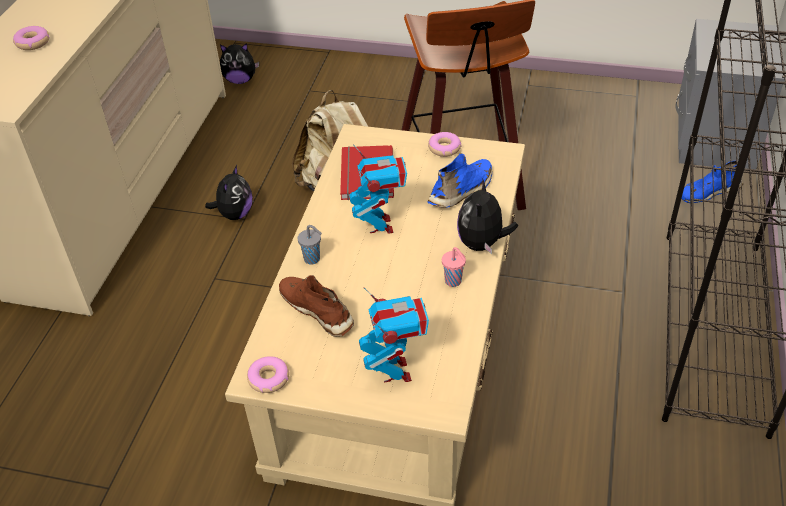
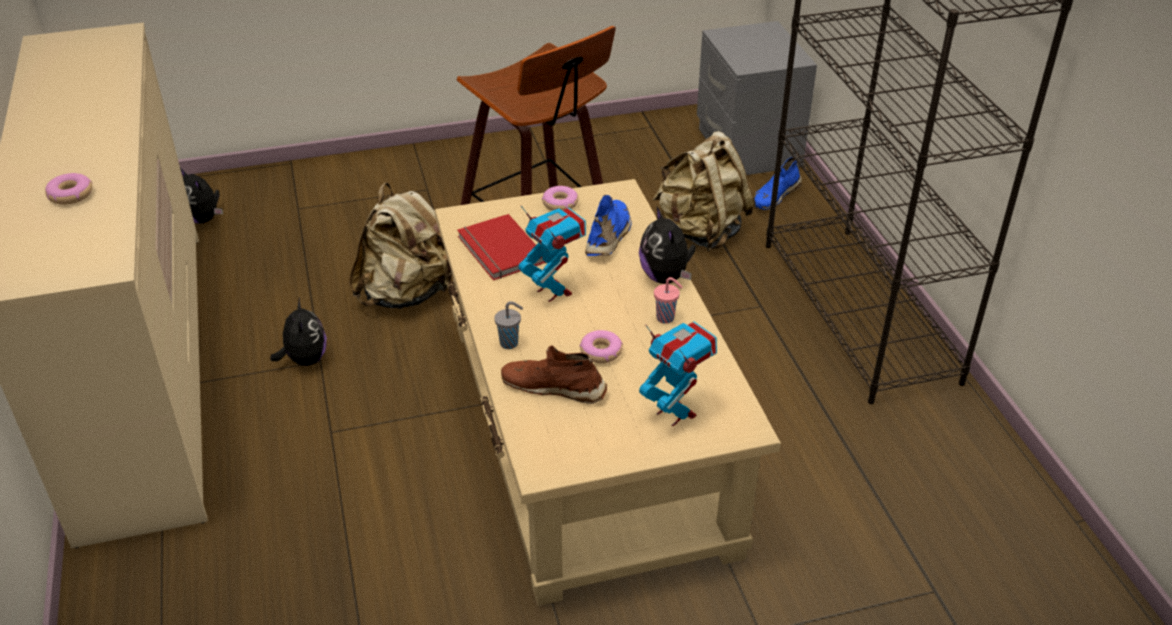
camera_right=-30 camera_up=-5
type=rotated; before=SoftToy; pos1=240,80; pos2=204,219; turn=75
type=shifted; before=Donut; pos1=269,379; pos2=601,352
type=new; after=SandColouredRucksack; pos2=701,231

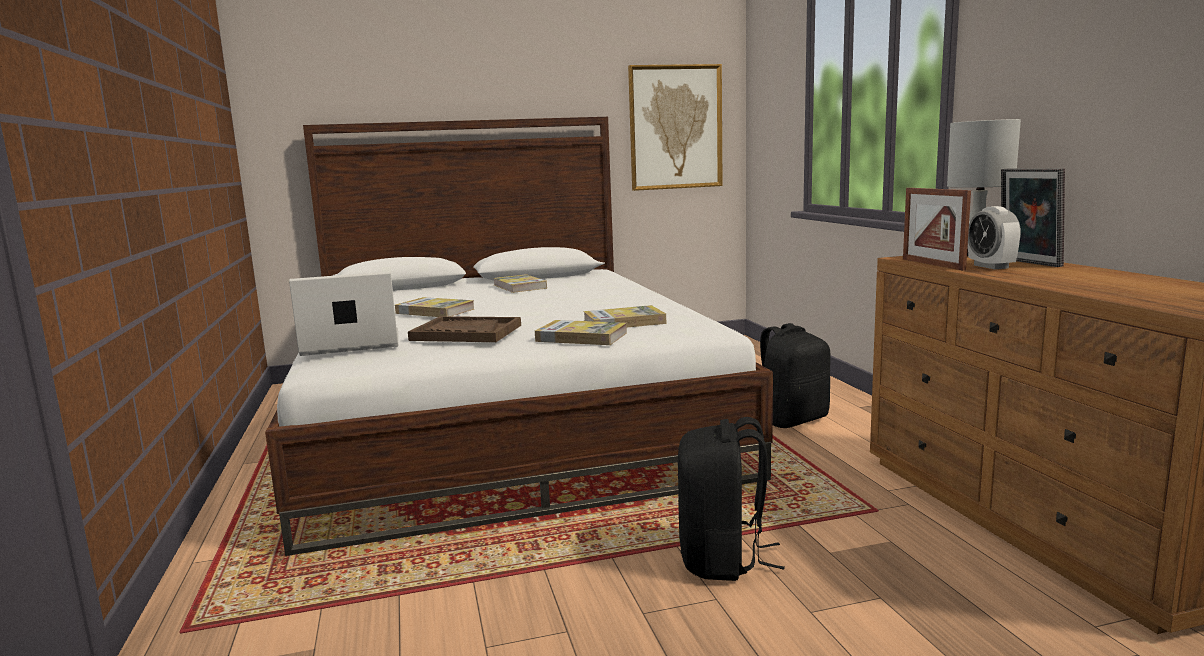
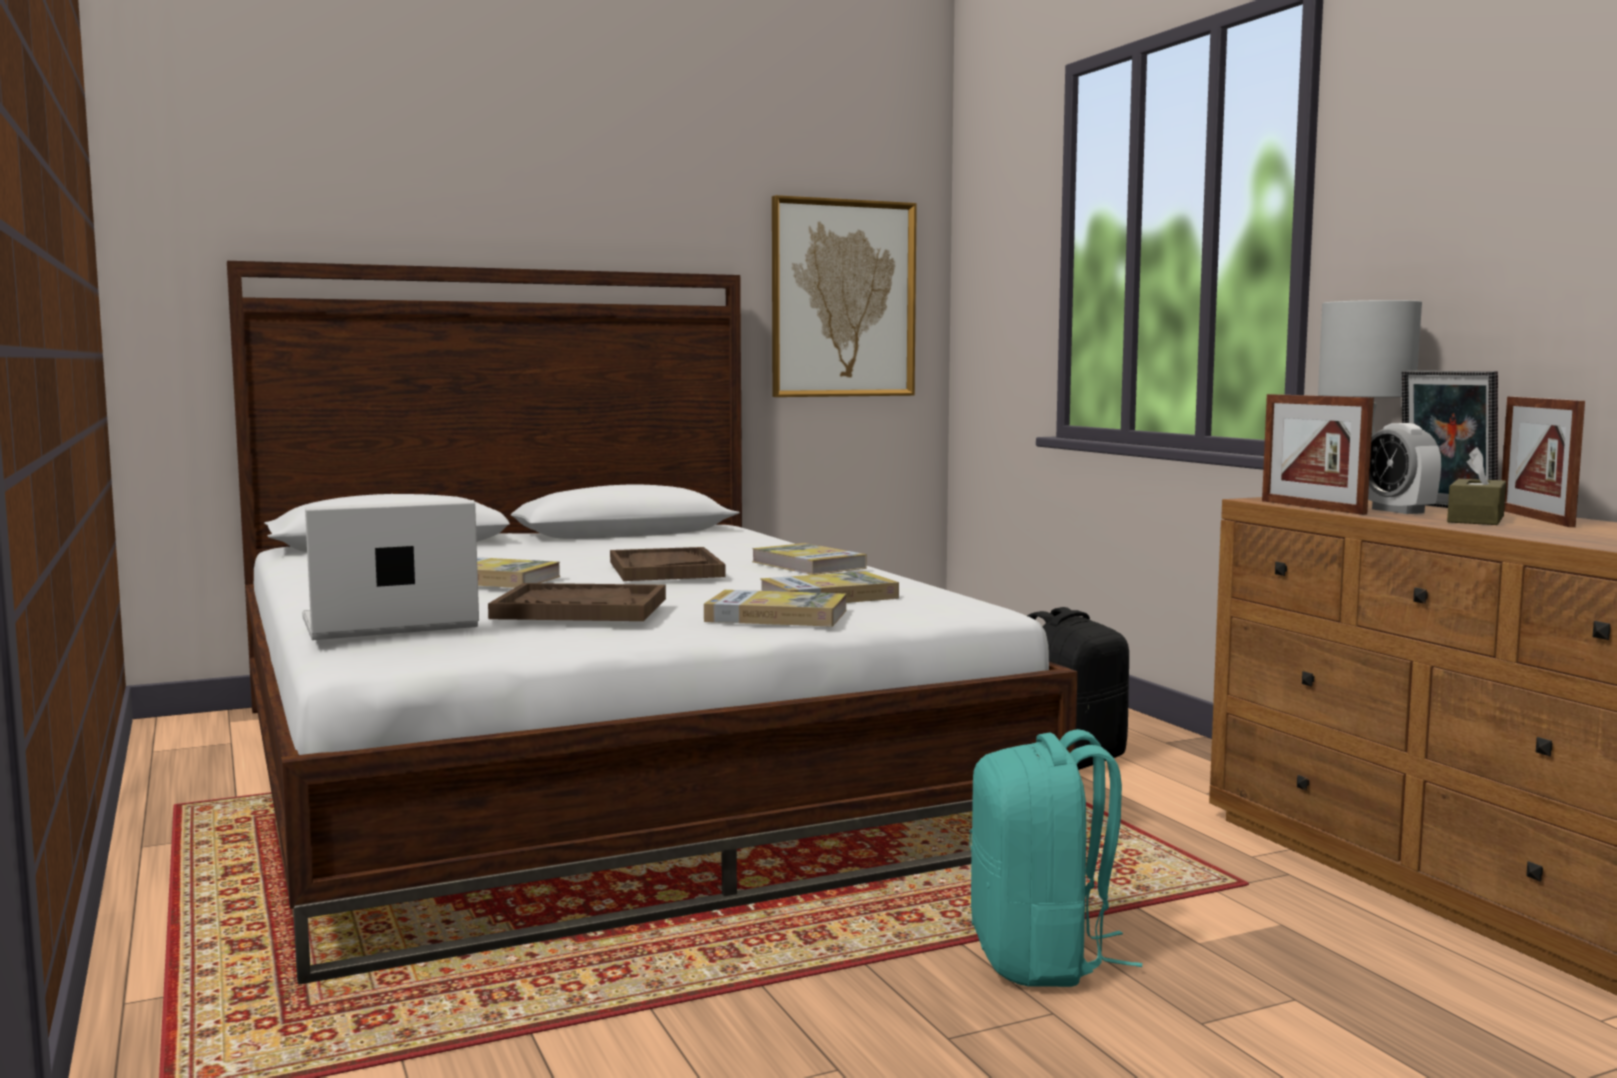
camera_right=-10 camera_up=-5
type=shifted; before=BoundBook; pos1=519,286; pos2=808,565
type=repainted; before=BlackColouredRucksack; after=TurquoiseColouredRucksack; pos1=723,559; pos2=1041,959
type=new; after=PictureFrame; pos2=1535,518
type=new; after=BrownTissueBox; pos2=1475,519
type=new; after=BrownTray; pos2=665,569

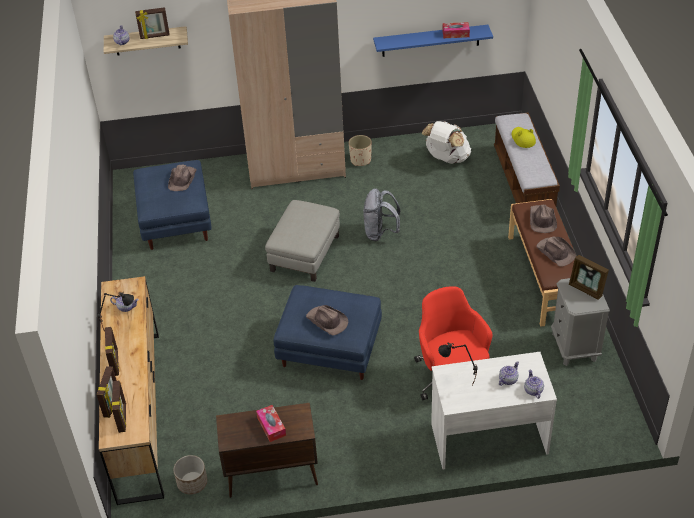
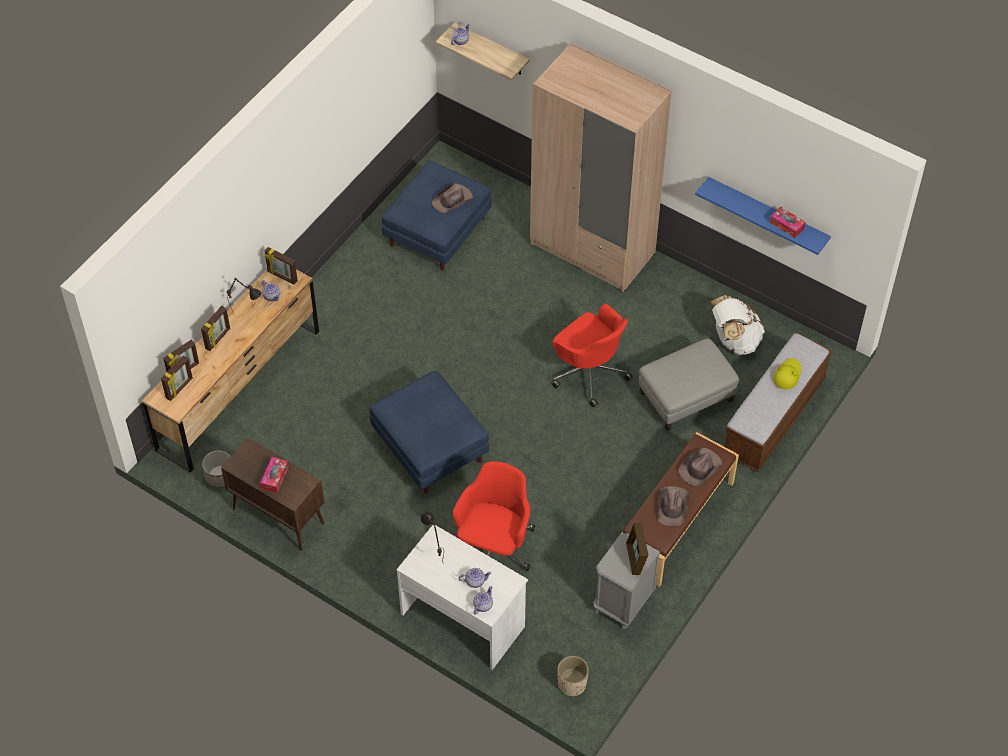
camera_right=40 camera_up=10
type=shifted; before=PictureFrame; pos1=155,36; pos2=282,277
type=shifted; before=SandColouredPlantPot; pos1=360,160; pos2=571,684
type=swapped; before=GreyishRucksack; after=RedComputerChair; pos1=380,233; pos2=589,372
type=shifted; before=GreyishOttoman; pos1=304,253; pos2=686,396
type=gone; before=BrownWearableHat; pos1=327,321

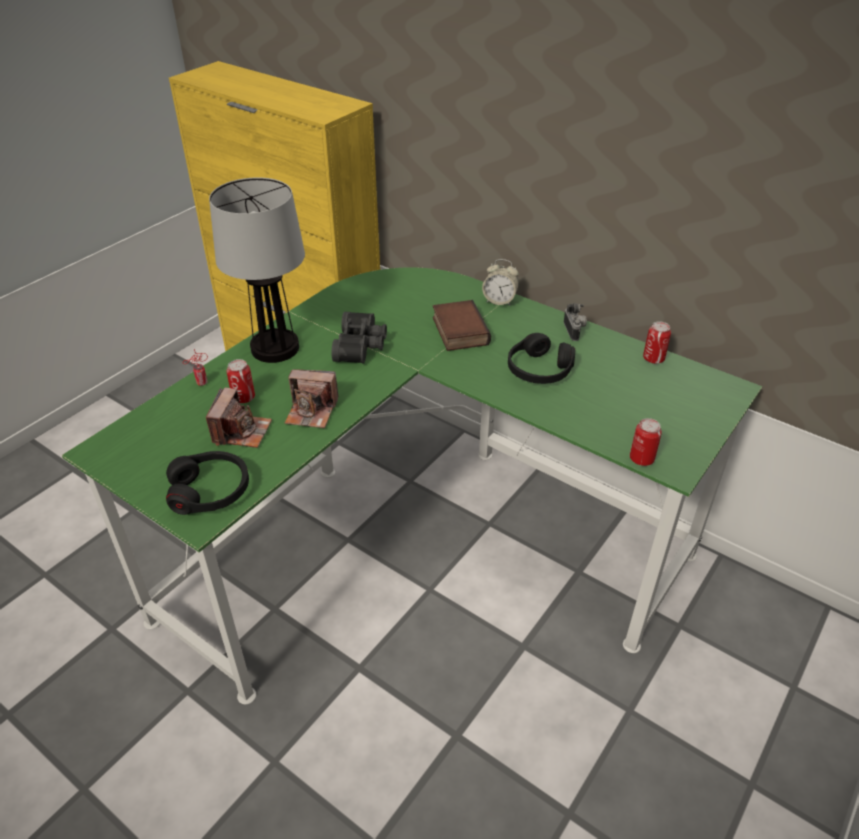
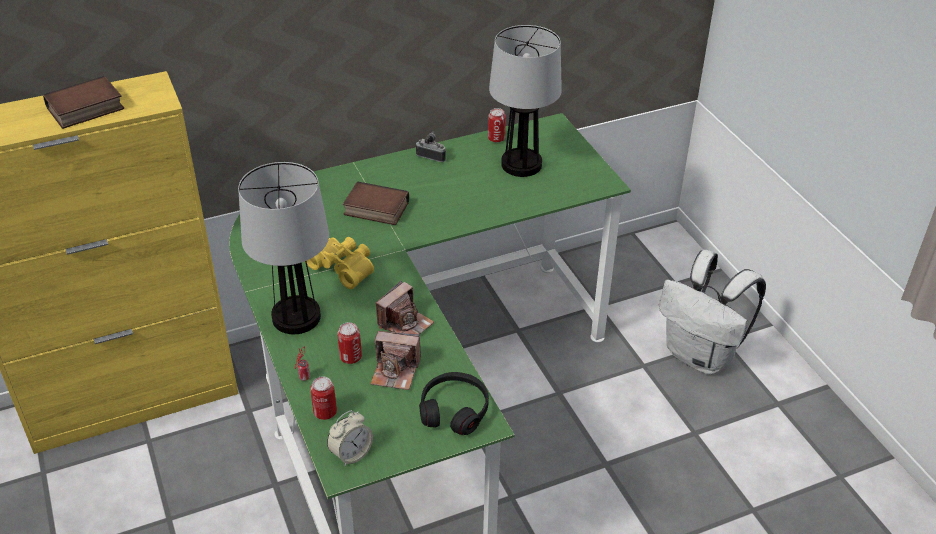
camera_right=-60 camera_up=0
type=shifted; before=BedsideClock; pos1=499,301; pos2=351,454
type=repainted; before=BlackColouredFieldGlasses; after=YellowishFieldGlasses; pos1=362,346; pos2=344,267
type=gone; before=BlackColouredHeadset; pos1=539,369
type=rotated; before=StillCamera; pos1=241,432; pos2=395,371; turn=150
type=shifted; before=SealedCan; pos1=641,459; pos2=325,412
type=new; after=TabletopLamp; pos2=521,165
type=new; after=BoundBook; pos2=85,110
type=new; after=WhiteRucksack; pos2=701,356

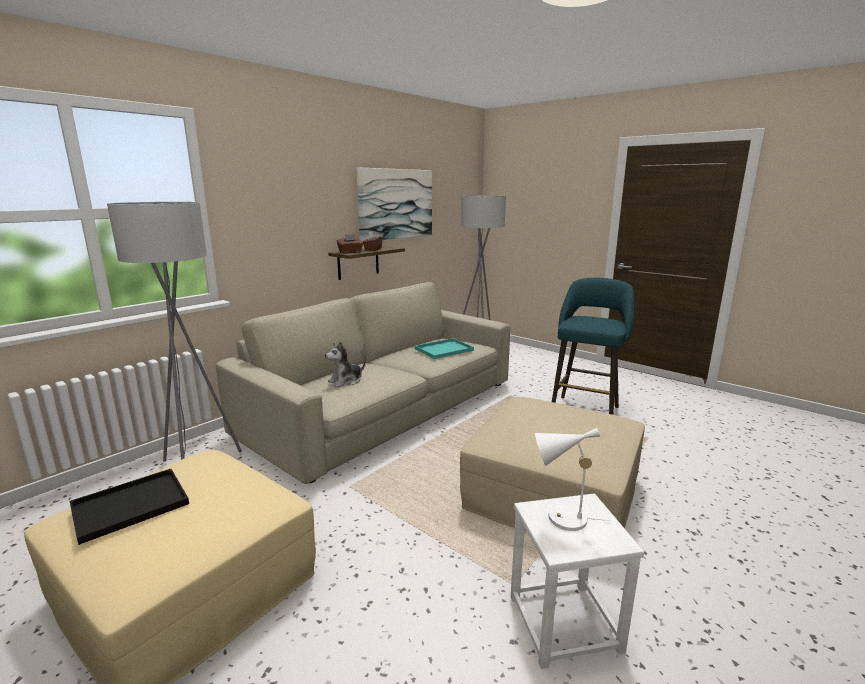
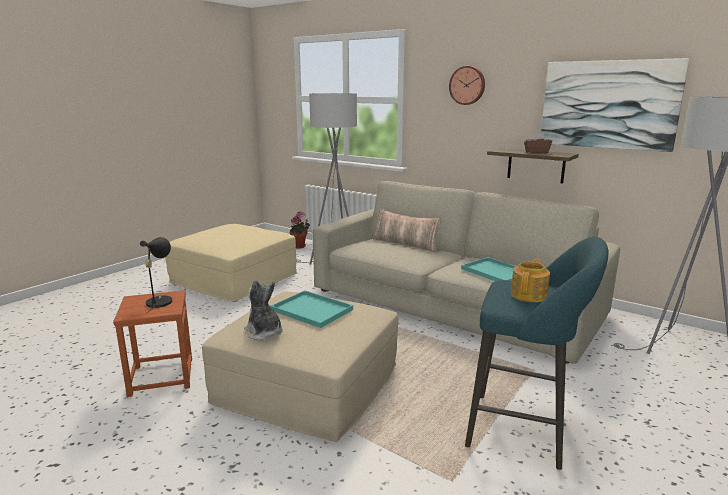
camera_right=85 camera_up=0
type=gone; before=BrownTissueBox; pos1=350,252
type=shifted; before=SoftToy; pos1=346,381; pos2=264,332
type=repainted; before=WhiteTabletopLamp; after=BlackColouredTabletopLamp; pos1=561,518; pos2=160,301
type=gone; before=BlackColouredTray; pos1=132,504
type=repainted; before=WhiteStool; after=BrownStool; pos1=564,624; pos2=161,377
type=new; after=ClockOnTheWall; pos2=467,85
type=new; after=Cushion; pos2=405,244
type=new; after=PlantInAPot; pos2=300,246
type=new; after=Teapot; pos2=529,295
type=new; after=TurquoiseColouredTray; pos2=313,310

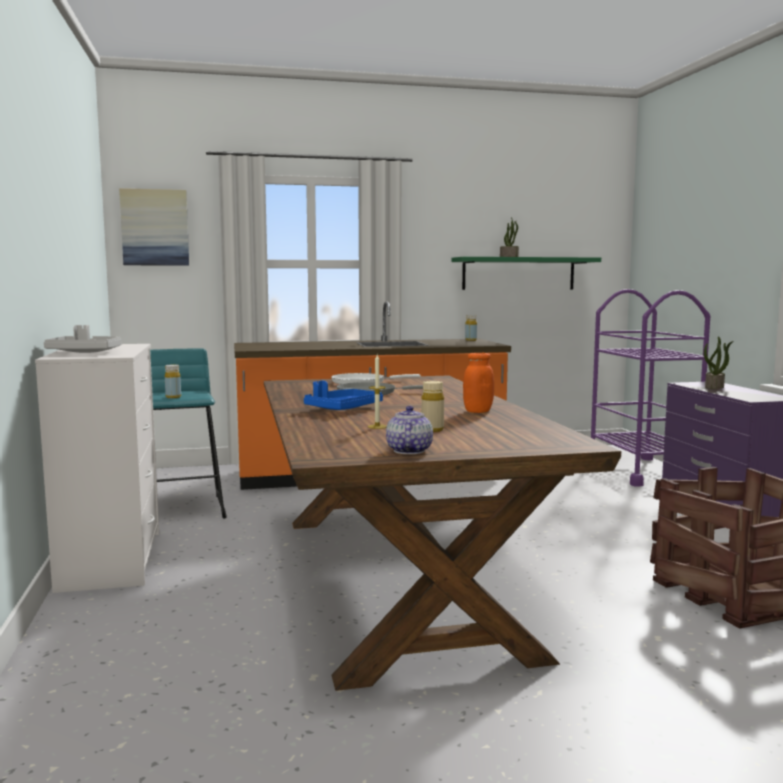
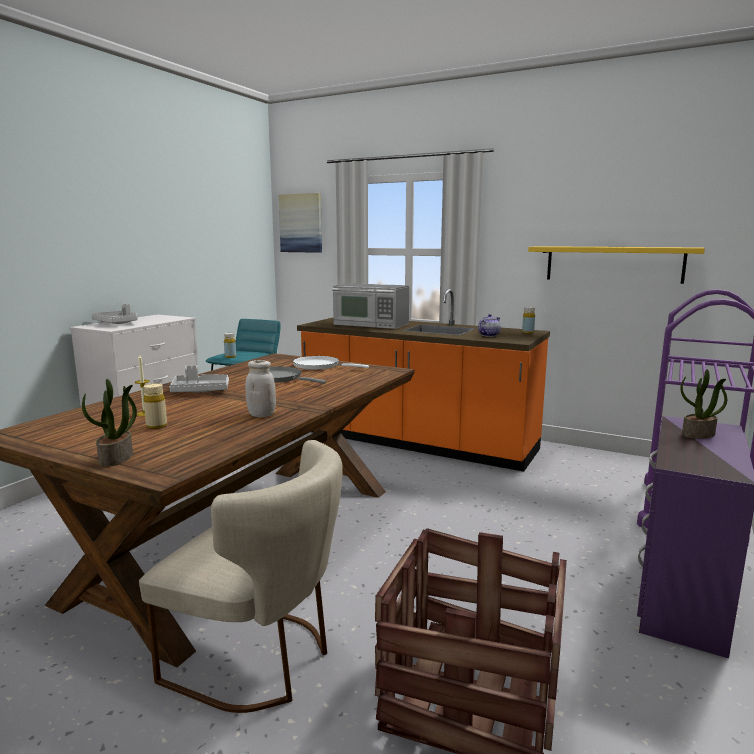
camera_right=40 camera_up=5
type=shifted; before=PlantInAPot; pos1=509,257; pos2=116,458
type=repainted; before=GreenishShelf; after=YellowishShelf; pos1=518,273; pos2=613,264
type=repainted; before=OrangeJar; after=WhiteJar; pos1=478,411; pos2=261,415
type=repainted; before=BlueColouredTray; after=GreyishTray; pos1=343,409; pos2=200,391
type=shifted; before=Teapot; pos1=408,451; pos2=488,335
type=new; after=KitchenMicrowave; pos2=371,324
type=new; after=SandColouredUprightChair; pos2=260,659

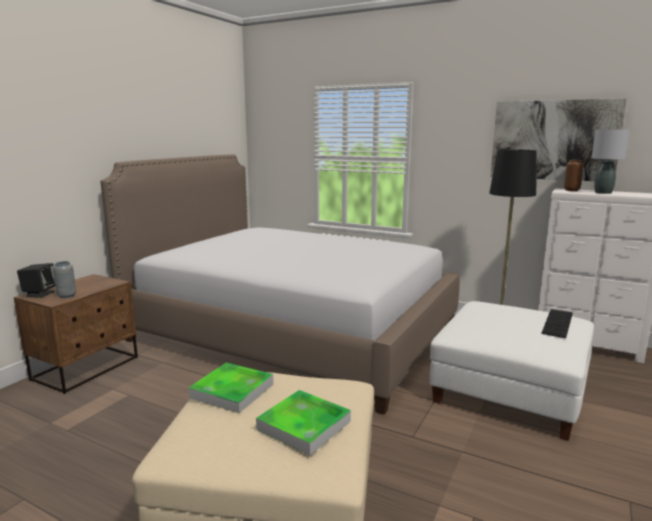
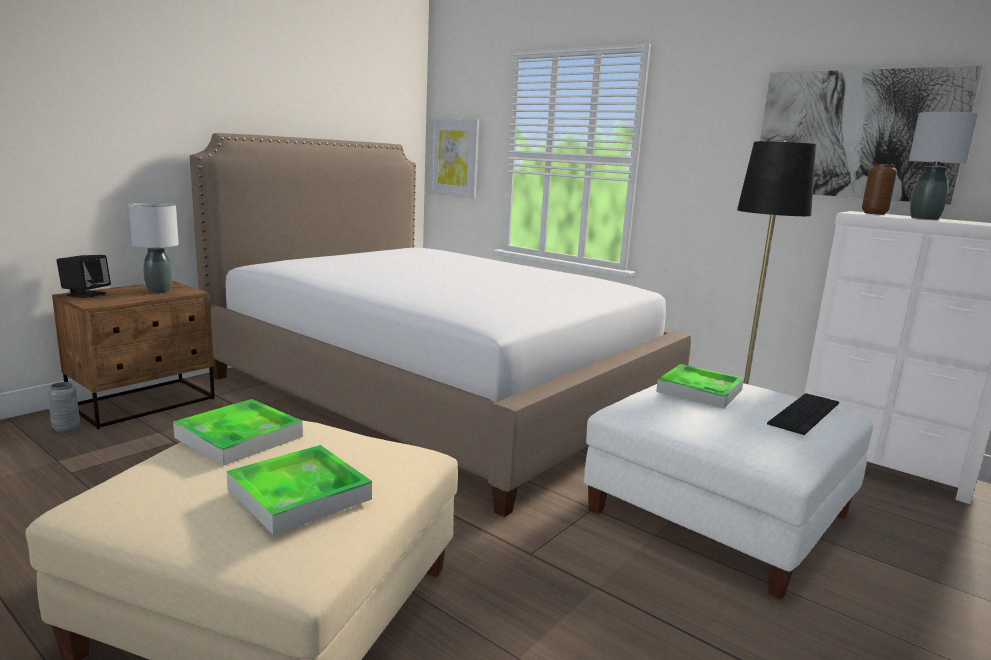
camera_right=10 camera_up=0
type=shifted; before=GreyishFlowerVase; pos1=67,296; pos2=66,429
type=new; after=Picture; pos2=454,158
type=new; after=GreyishTabletopLamp; pos2=159,291
type=new; after=Tray; pos2=699,391

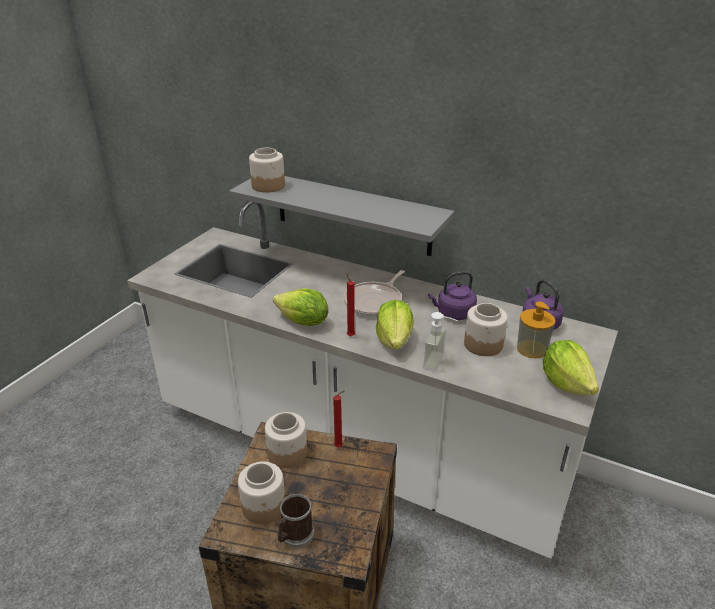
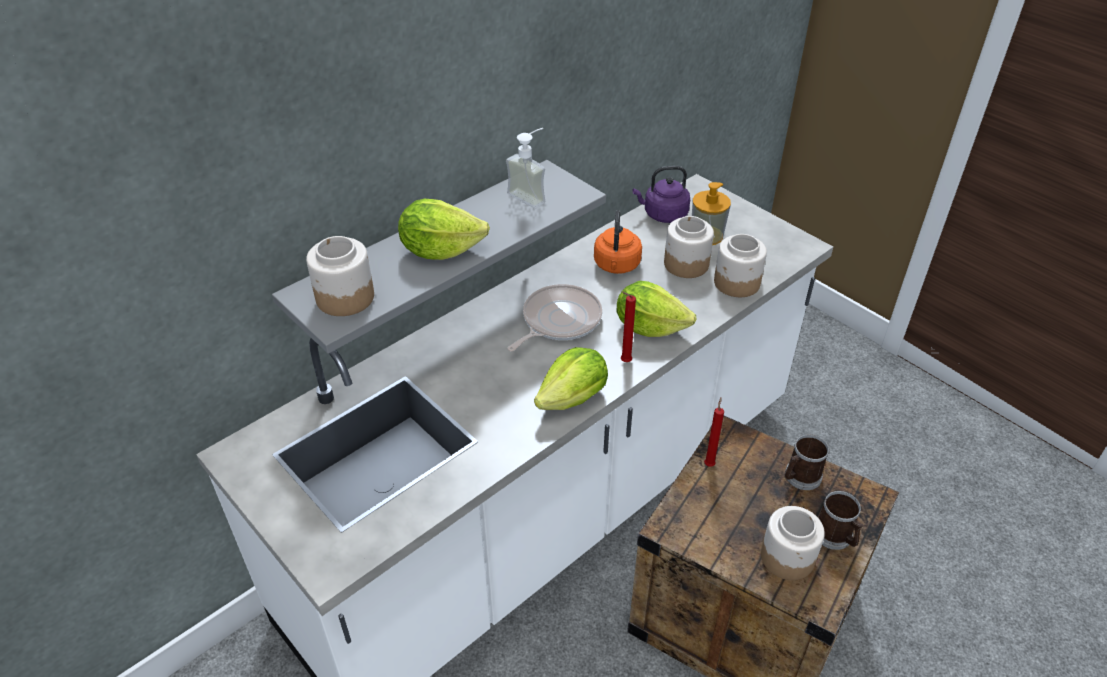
camera_right=-70 camera_up=10
type=rotated; before=FryingPan; pos1=375,302; pos2=558,321; turn=-105
type=repainted; before=PurpleColouredWaterKettle; after=OrangeWaterKettle; pos1=453,314; pos2=616,266
type=shifted; before=SoapBottle; pos1=440,363; pos2=532,195
type=shifted; before=Lettuce; pos1=566,383; pos2=440,250
type=shifted; before=Jar; pos1=286,453; pos2=736,283
type=new; after=Mug; pos2=799,477

